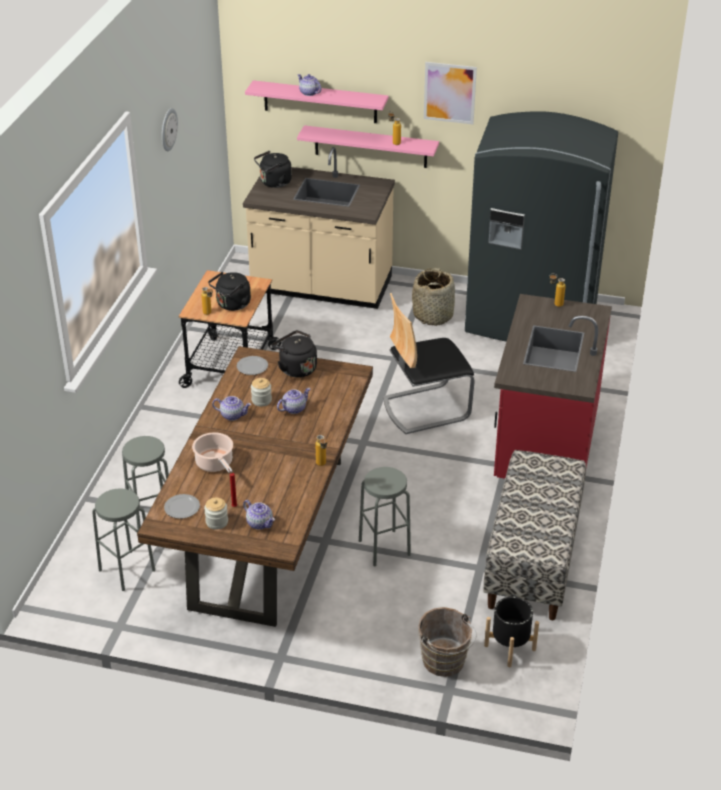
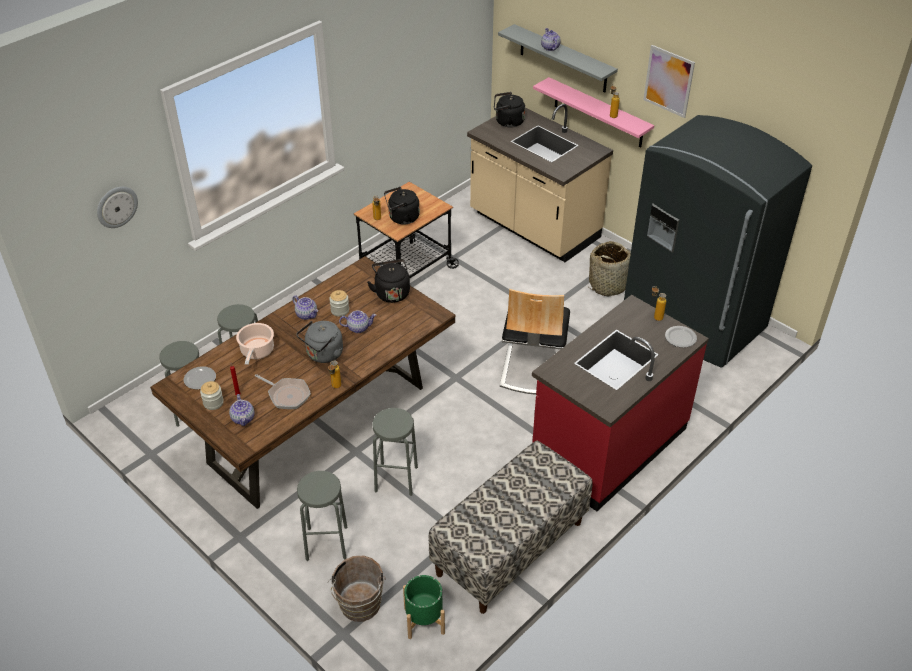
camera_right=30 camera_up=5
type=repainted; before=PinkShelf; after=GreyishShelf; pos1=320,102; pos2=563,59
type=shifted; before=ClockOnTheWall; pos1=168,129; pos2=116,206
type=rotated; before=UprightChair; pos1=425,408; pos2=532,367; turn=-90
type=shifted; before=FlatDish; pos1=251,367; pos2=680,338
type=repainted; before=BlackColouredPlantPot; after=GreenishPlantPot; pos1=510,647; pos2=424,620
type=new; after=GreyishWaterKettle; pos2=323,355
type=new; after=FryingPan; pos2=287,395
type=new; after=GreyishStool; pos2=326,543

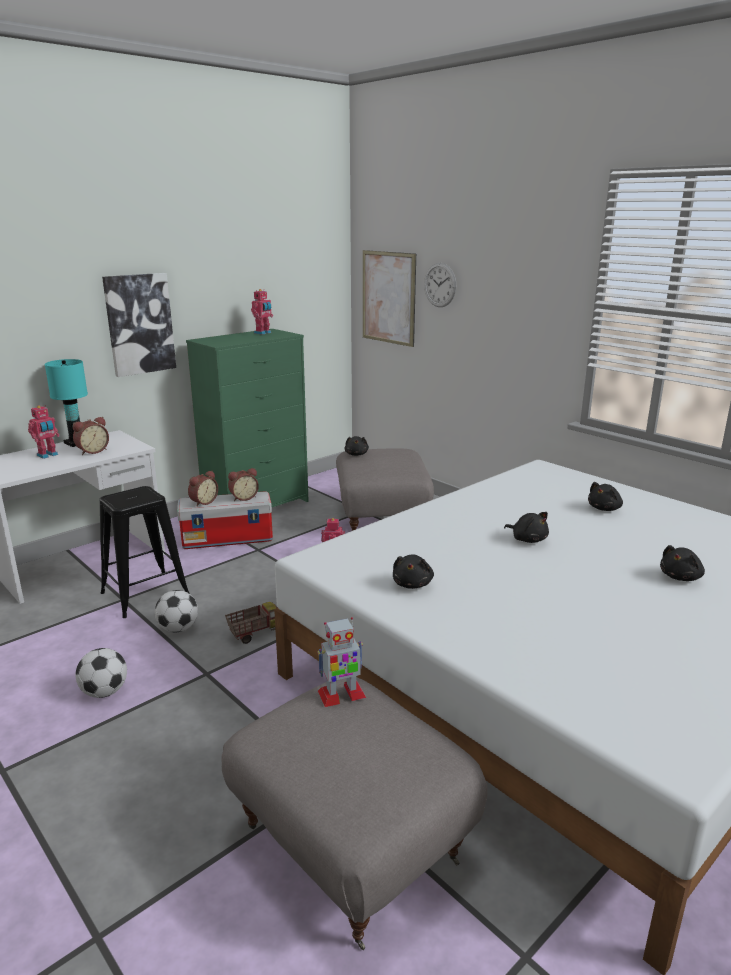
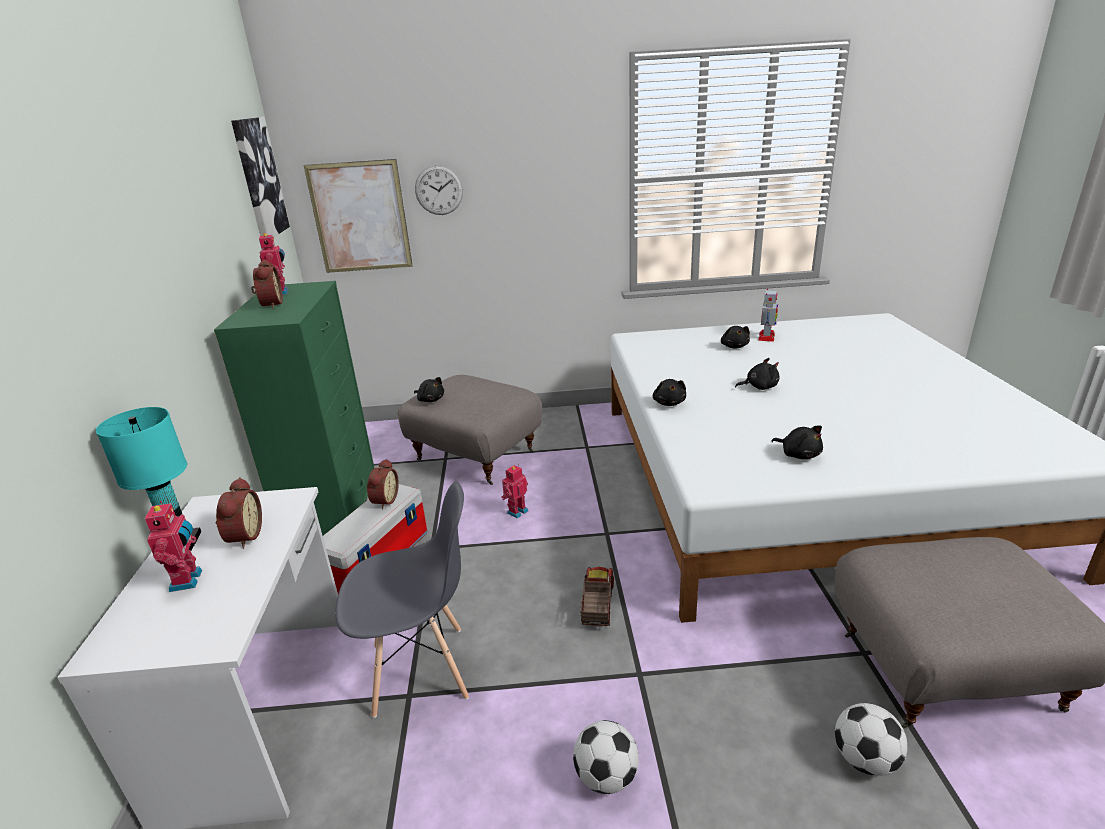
camera_right=-50 camera_up=5
type=shifted; before=Picture; pos1=139,324; pos2=259,178
type=shifted; before=BedsideClock; pos1=203,502; pos2=270,304
type=swapped; before=BlackColouredStool; after=GreyishUprightChair; pos1=145,594; pos2=421,670
type=shifted; before=BlackColouredSoftToy; pos1=681,577; pos2=669,403
type=shifted; before=BallForFootball; pos1=178,628; pos2=864,759
type=shifted; before=ToyRobot; pos1=341,694; pos2=766,337

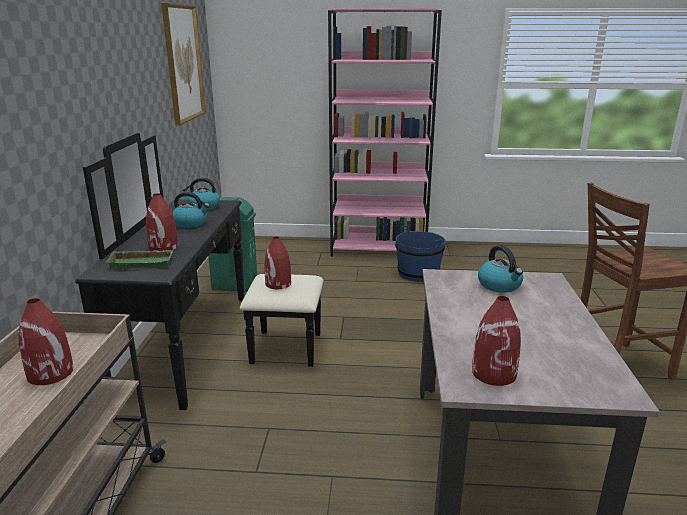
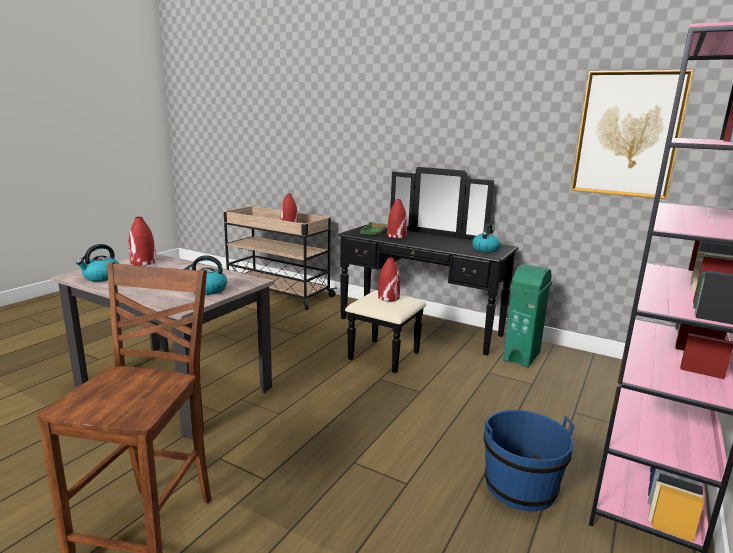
camera_right=115 camera_up=-5
type=shifted; before=WaterKettle; pos1=191,223; pos2=101,277

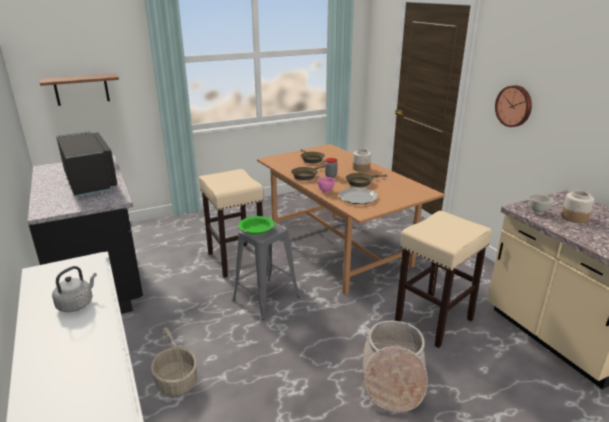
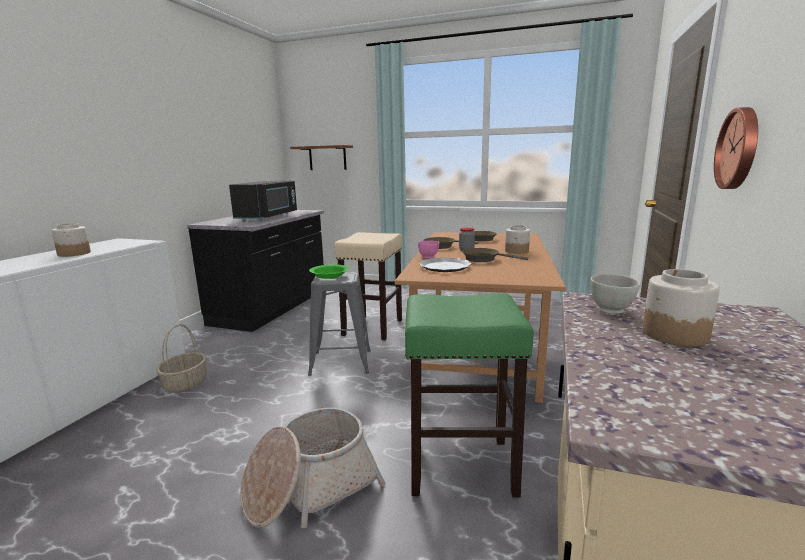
camera_right=45 camera_up=-10
type=repainted; before=SandColouredStool; after=GreenishStool; pos1=433,321; pos2=459,466
type=swapped; before=GreyishWaterKettle; after=Jar; pos1=77,304; pos2=74,253

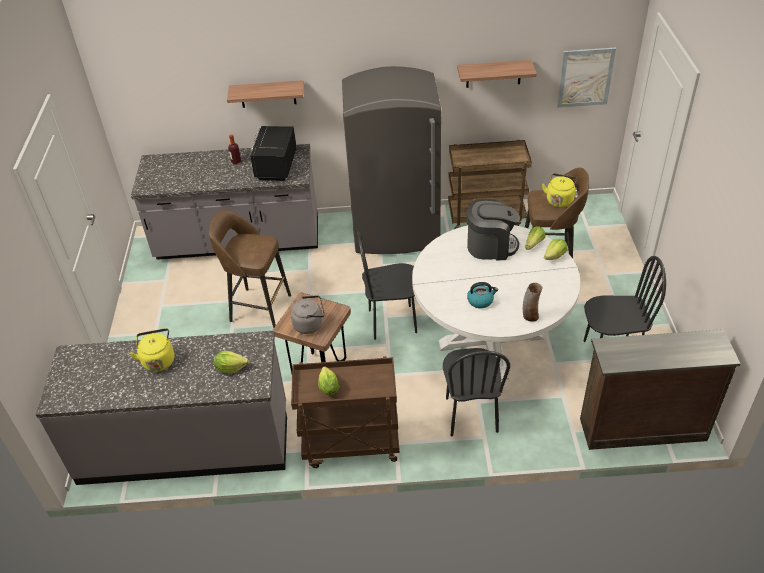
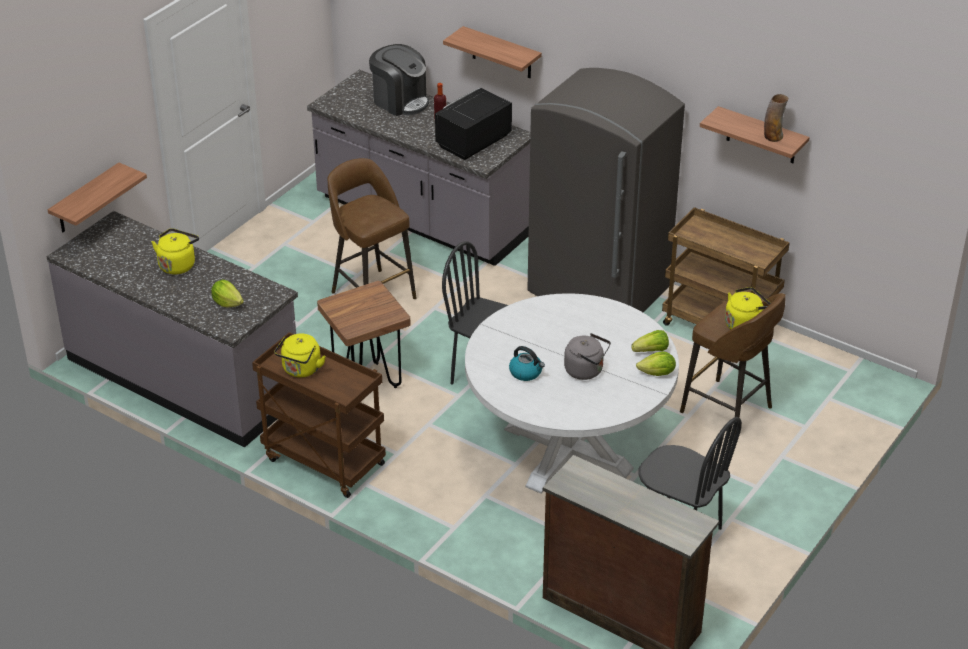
camera_right=35 camera_up=-5
type=gone; before=Picture; pos1=585,77
type=shifted; before=CoffeeBrewer; pos1=490,246; pos2=400,101
type=shifted; before=FlowerVase; pos1=530,316; pos2=773,136
type=shifted; before=GreyishWaterKettle; pos1=310,324; pos2=586,371
type=gone; before=BlackColouredUprightChair; pos1=470,415
type=swapped; before=Lettuce; after=YellowishWaterKettle; pos1=328,388; pos2=301,370
type=new; after=Shelf; pos2=86,199

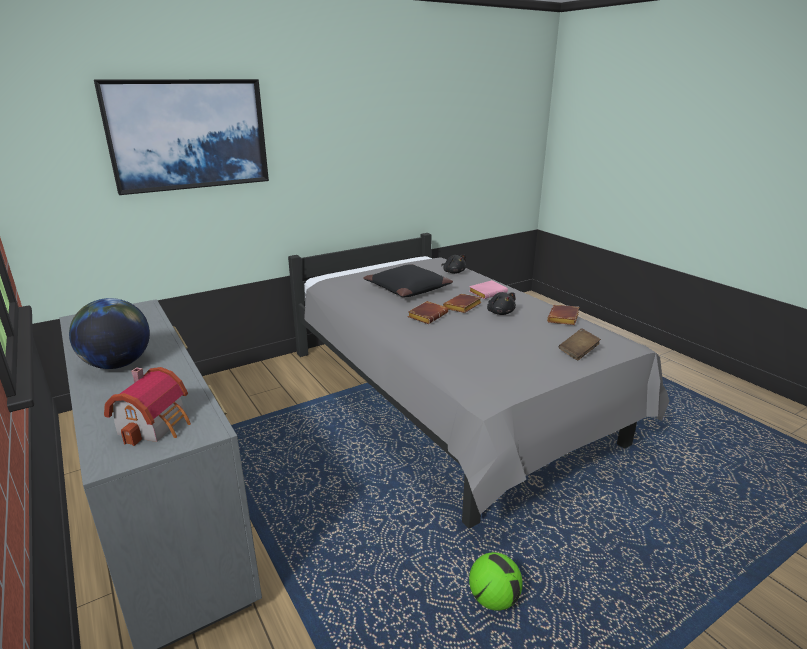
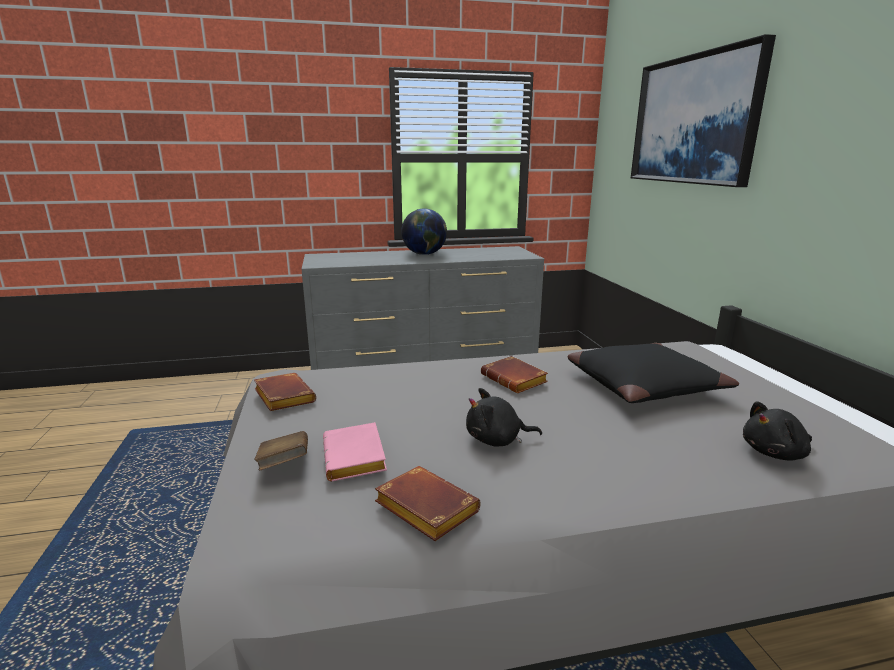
camera_right=110 camera_up=-5
type=shifted; before=PinkBoundBook; pos1=488,292; pos2=357,459
type=shifted; before=BrownBoundBook; pos1=463,307; pos2=282,397
type=gone; before=ModelHouse; pos1=157,425
type=gone; before=BallForFootball; pos1=494,599

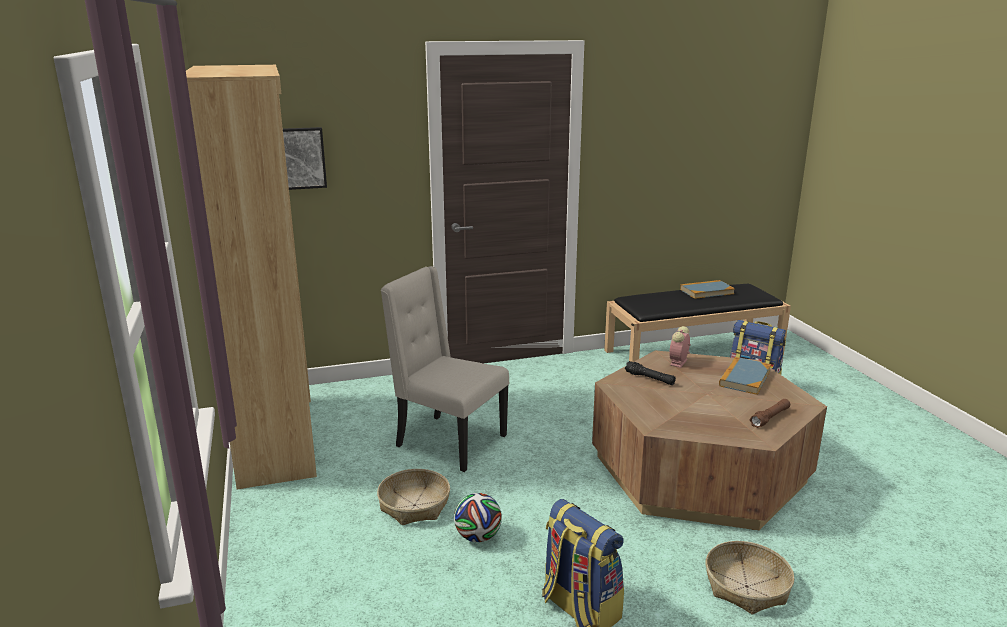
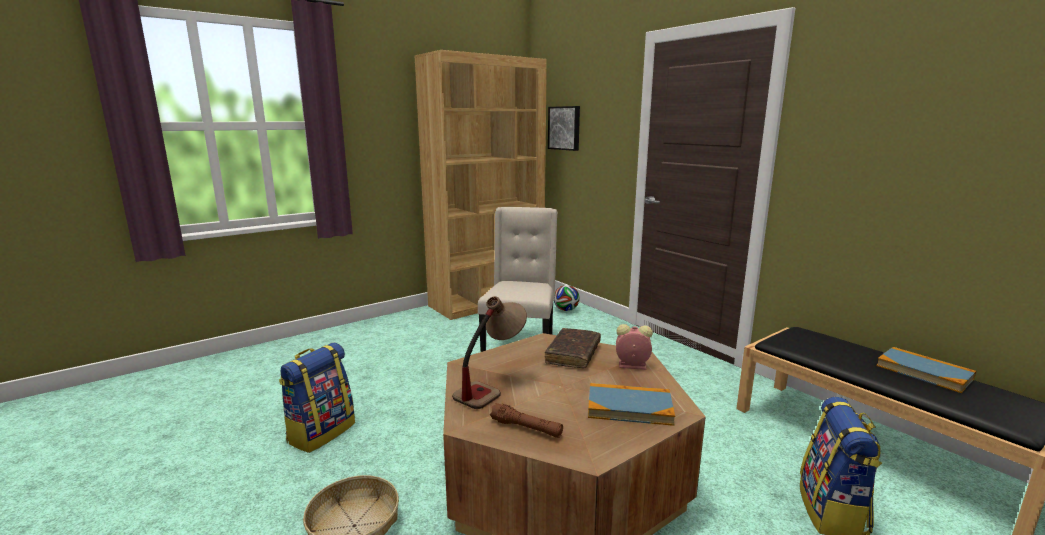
camera_right=70 camera_up=-5
type=swapped; before=BlackColouredTorch; after=BrownBoundBook; pos1=649,378; pos2=573,354
type=gone; before=StorageBasket; pos1=414,505
type=shifted; before=BallForFootball; pos1=478,537; pos2=566,310
type=new; after=TabletopLamp; pos2=491,387

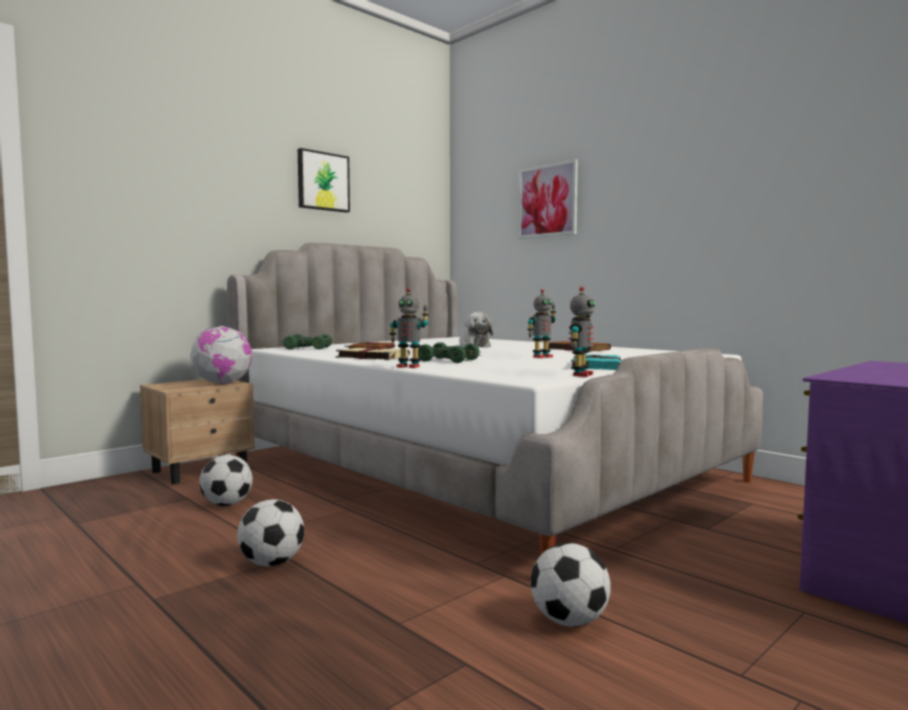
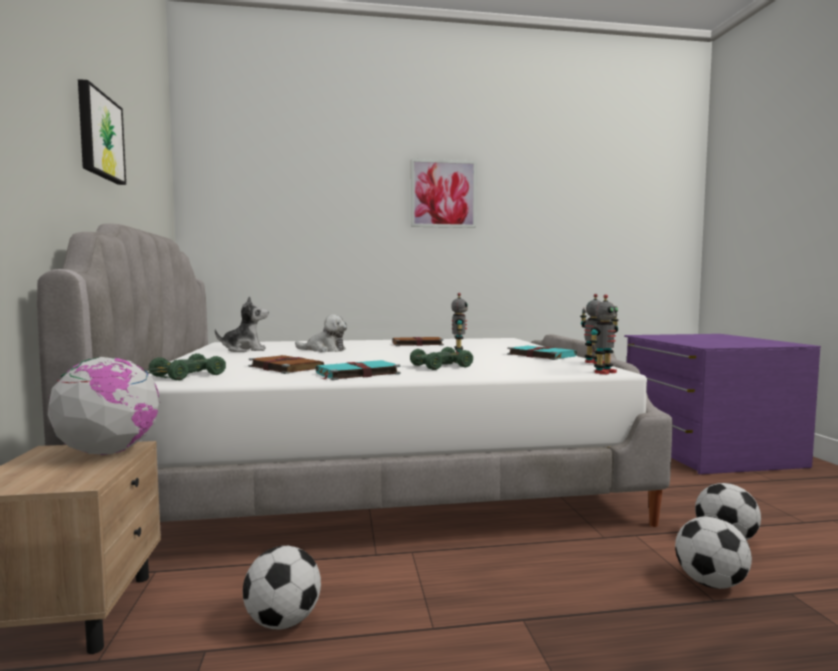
camera_right=-55 camera_up=0
type=shifted; before=Picture; pos1=547,201; pos2=443,194
type=shifted; before=ToyRobot; pos1=408,367; pos2=603,372
type=repainted; before=SandColouredBoundBook; after=TurquoiseColouredBoundBook; pos1=371,357; pos2=356,373
type=shifted; before=BallForFootball; pos1=272,563; pos2=710,583
type=new; after=SoftToy; pos2=245,350

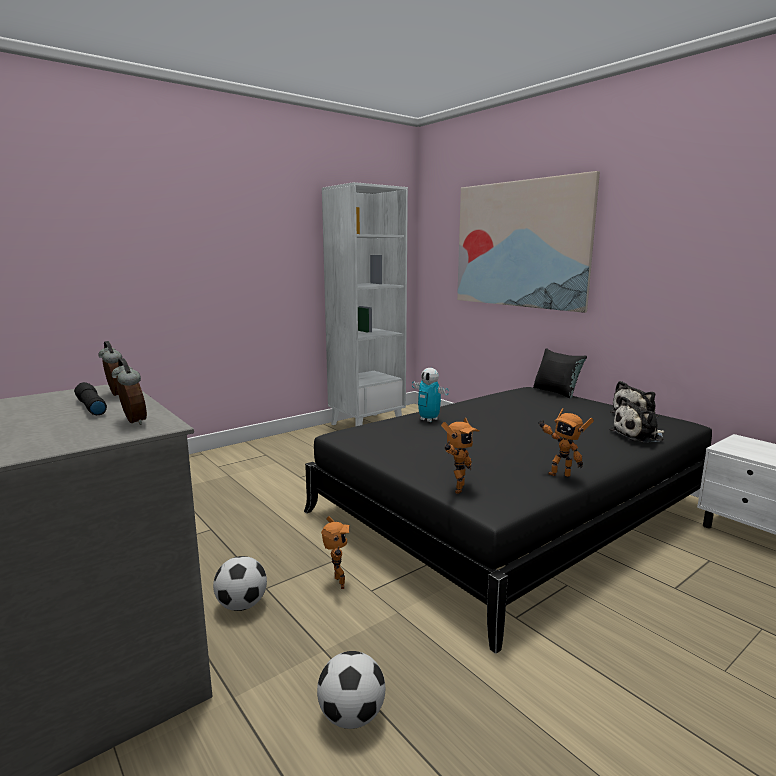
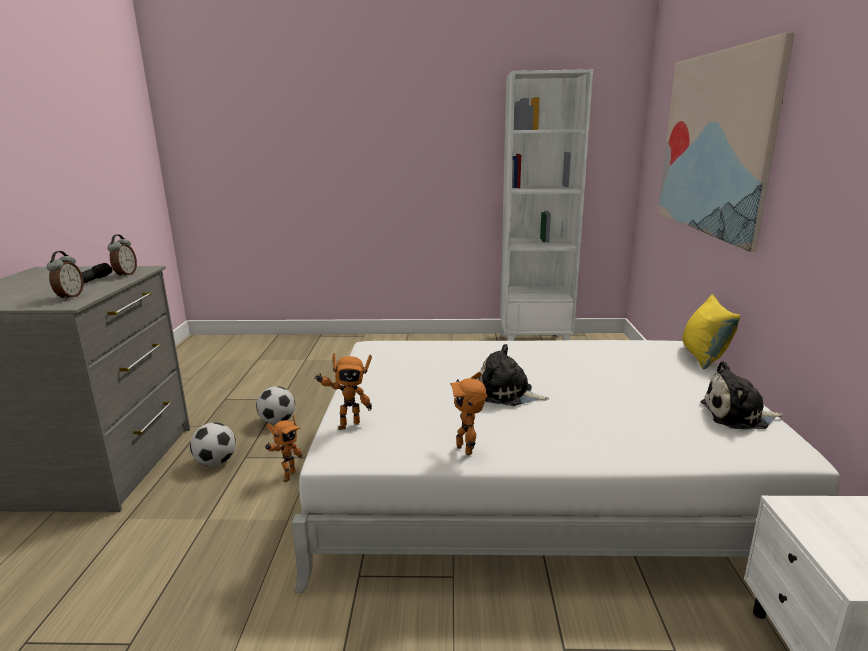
camera_right=40 camera_up=5
type=repainted; before=BlackColouredCushion; after=YellowishCushion; pos1=556,392; pos2=703,357
type=gone; before=ToyRobot; pos1=429,419
type=repainted; before=BlackColouredBedroomBed; after=WhiteBedroomBed; pos1=512,508; pos2=533,479
type=shifted; before=SoftToy; pos1=639,435; pos2=508,394
type=shifted; before=BallForFootball; pos1=352,716; pos2=277,421

